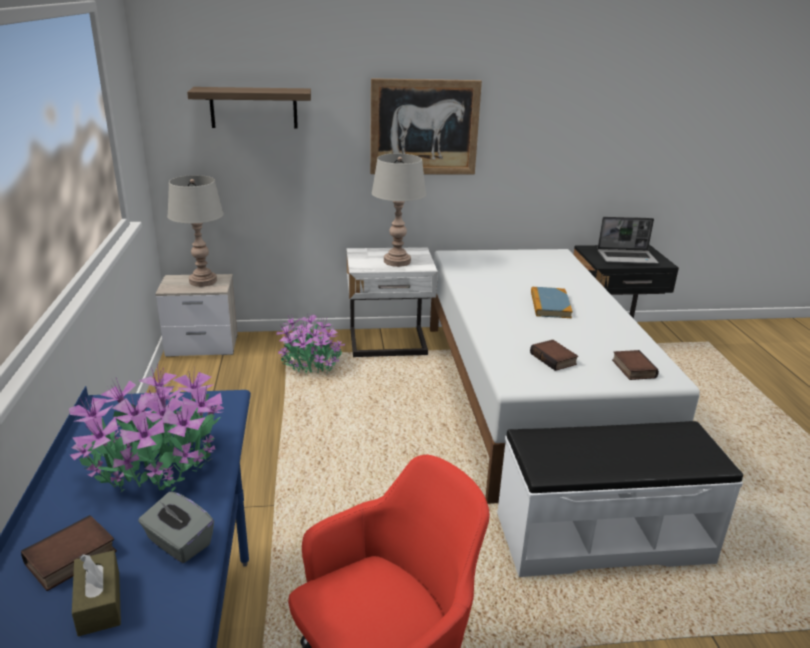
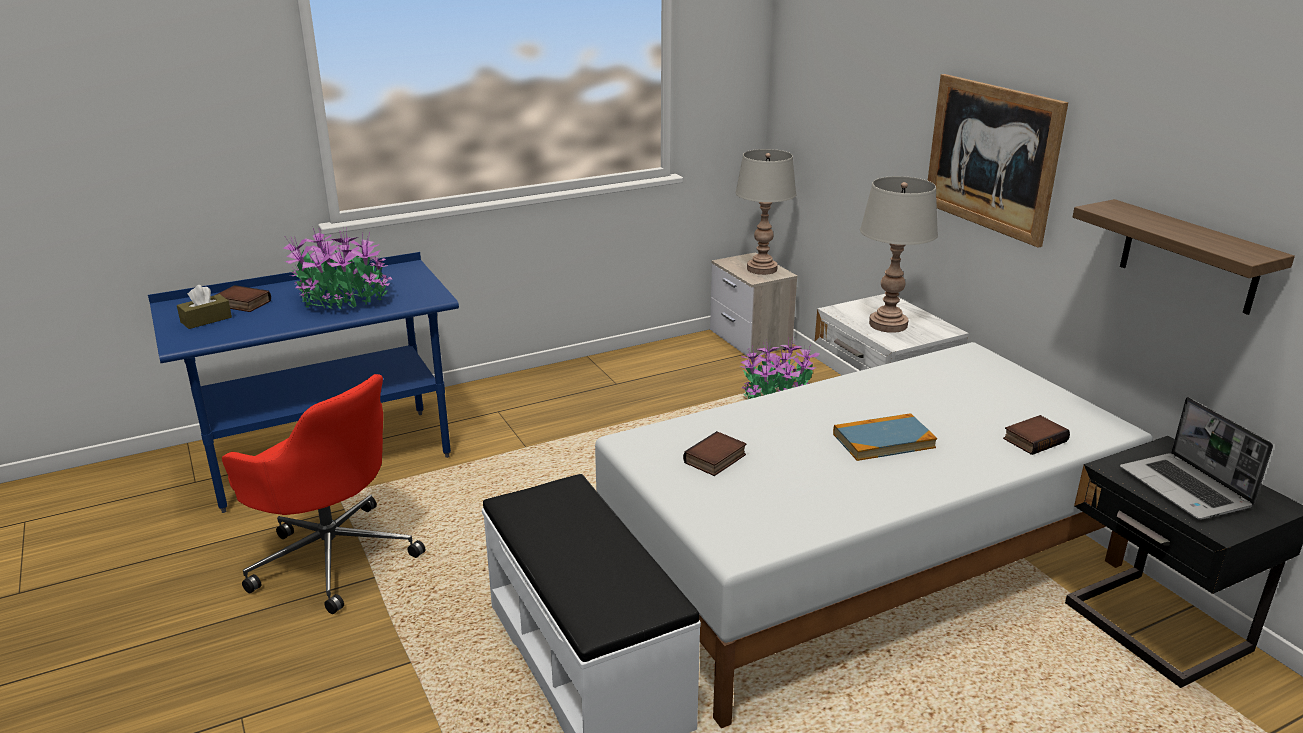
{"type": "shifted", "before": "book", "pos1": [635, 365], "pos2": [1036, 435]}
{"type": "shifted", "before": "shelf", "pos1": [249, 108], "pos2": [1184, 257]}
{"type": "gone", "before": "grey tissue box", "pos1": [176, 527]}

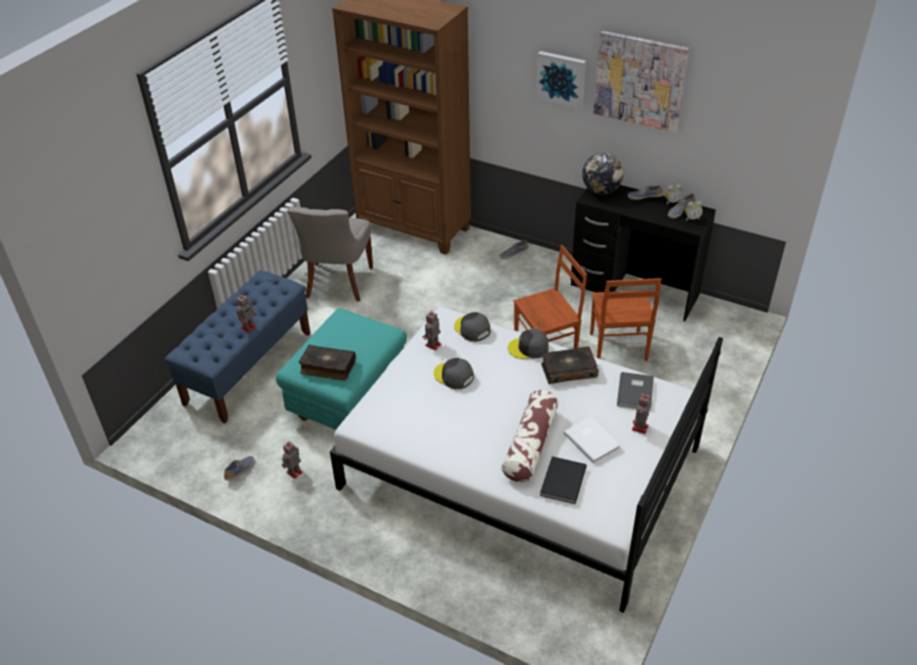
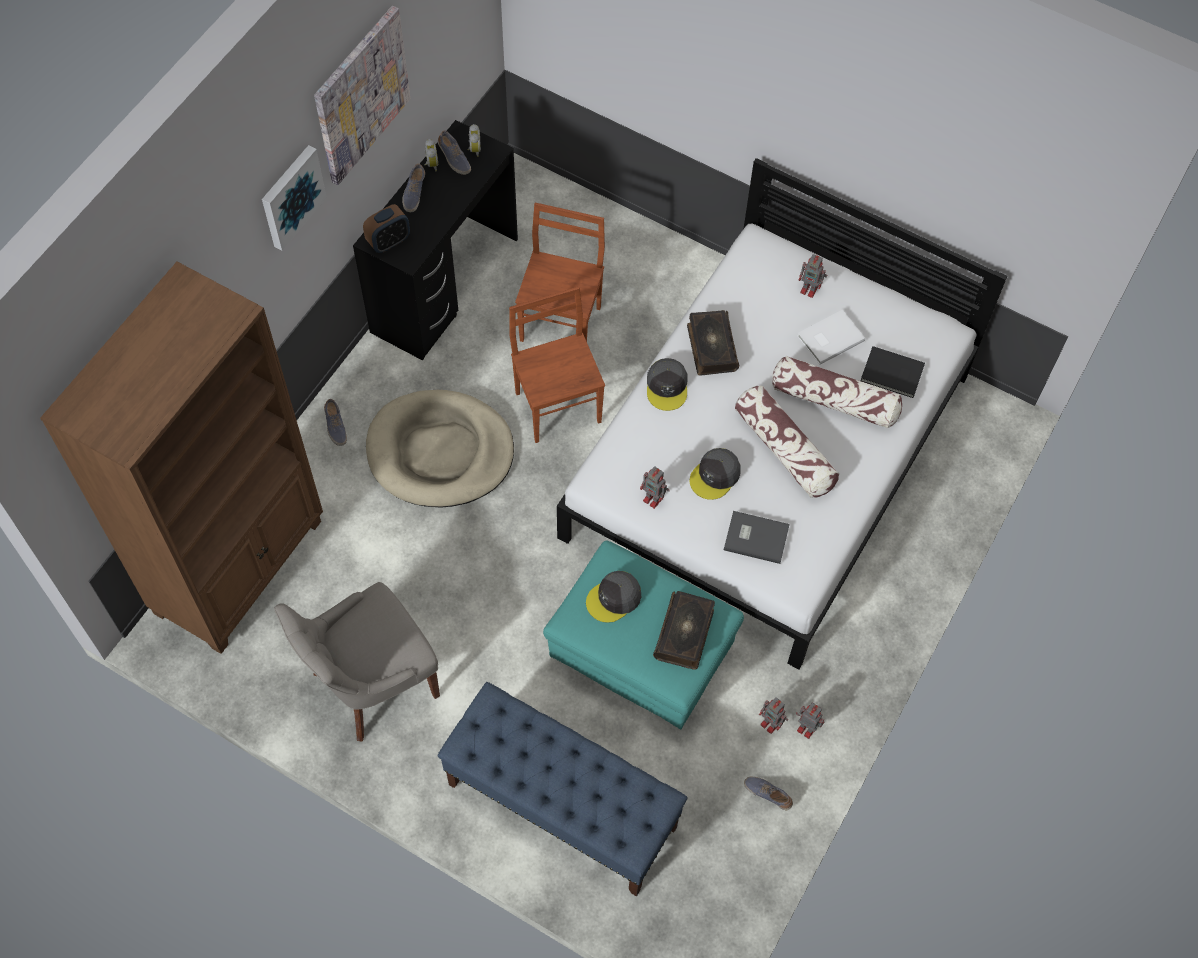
{"type": "rotated", "before": "grey chair", "pos1": [330, 254], "pos2": [357, 662], "turn": 135}
{"type": "swapped", "before": "globe", "after": "alarm clock", "pos1": [603, 173], "pos2": [386, 228]}
{"type": "new", "after": "beige dog bed", "pos2": [440, 449]}
{"type": "rotated", "before": "brown chair", "pos1": [625, 319], "pos2": [560, 272], "turn": -75}
{"type": "shifted", "before": "grey cap", "pos1": [472, 327], "pos2": [613, 597]}
{"type": "shifted", "before": "grey book", "pos1": [635, 391], "pos2": [757, 537]}
{"type": "new", "after": "pillow", "pos2": [787, 442]}
{"type": "shifted", "before": "toy robot", "pos1": [246, 313], "pos2": [810, 720]}

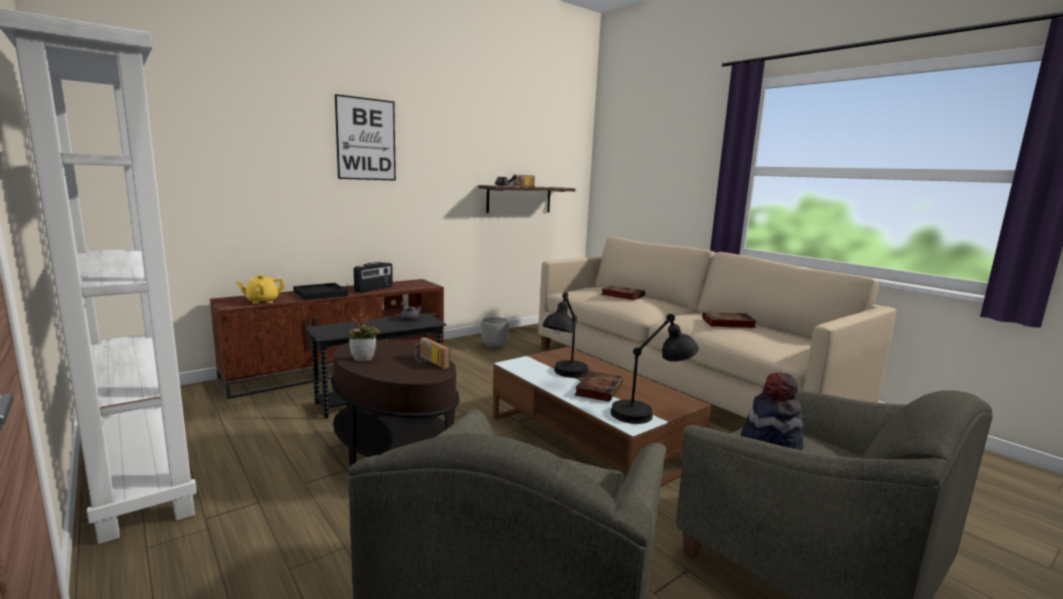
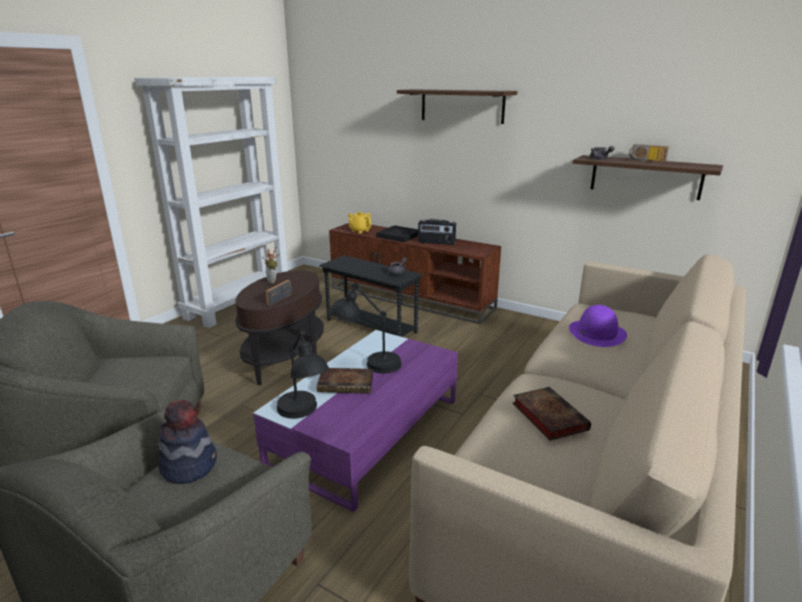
{"type": "repainted", "before": "brown coffee table", "after": "purple coffee table", "pos1": [602, 416], "pos2": [355, 421]}
{"type": "swapped", "before": "picture", "after": "shelf", "pos1": [365, 137], "pos2": [457, 106]}
{"type": "swapped", "before": "book", "after": "purple hat", "pos1": [623, 293], "pos2": [598, 326]}
{"type": "gone", "before": "planter", "pos1": [495, 333]}

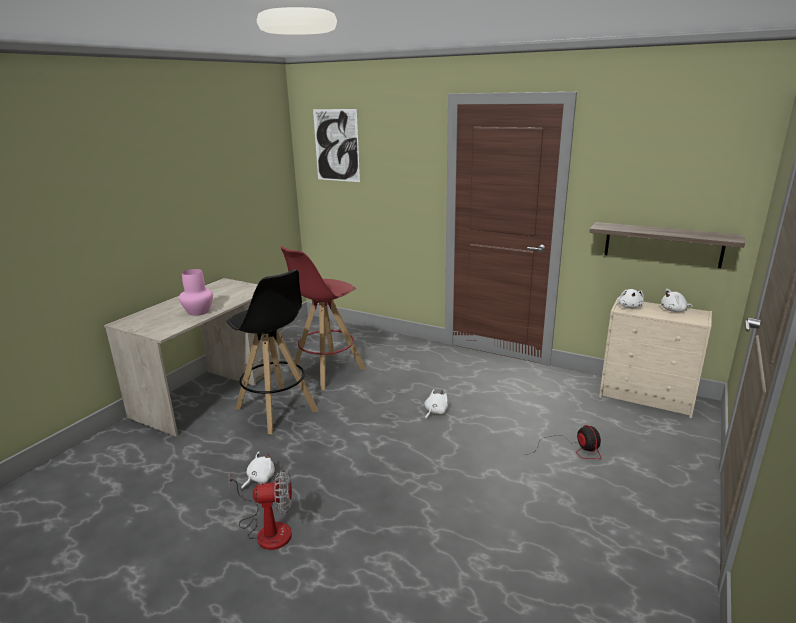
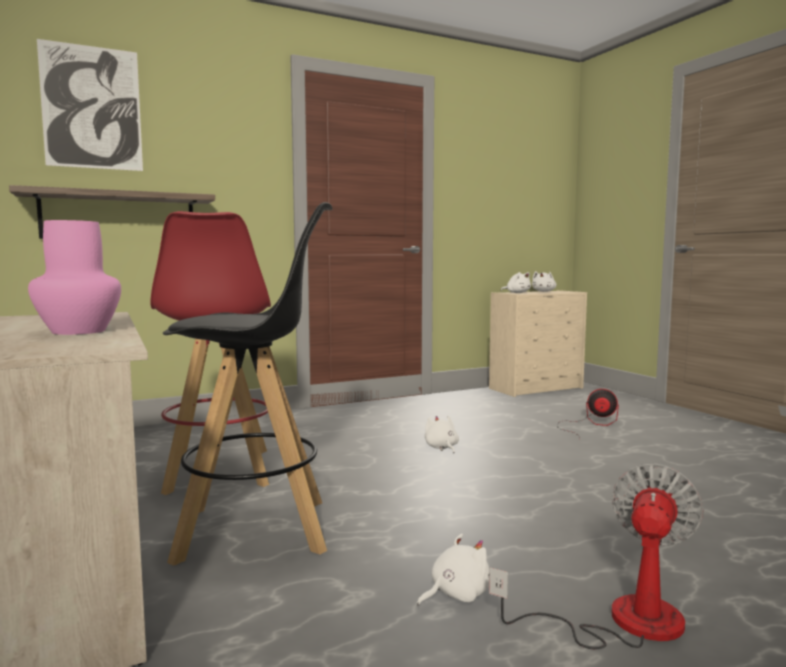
{"type": "shifted", "before": "shelf", "pos1": [667, 245], "pos2": [112, 212]}
{"type": "rotated", "before": "white plush toy", "pos1": [258, 471], "pos2": [453, 570], "turn": 75}

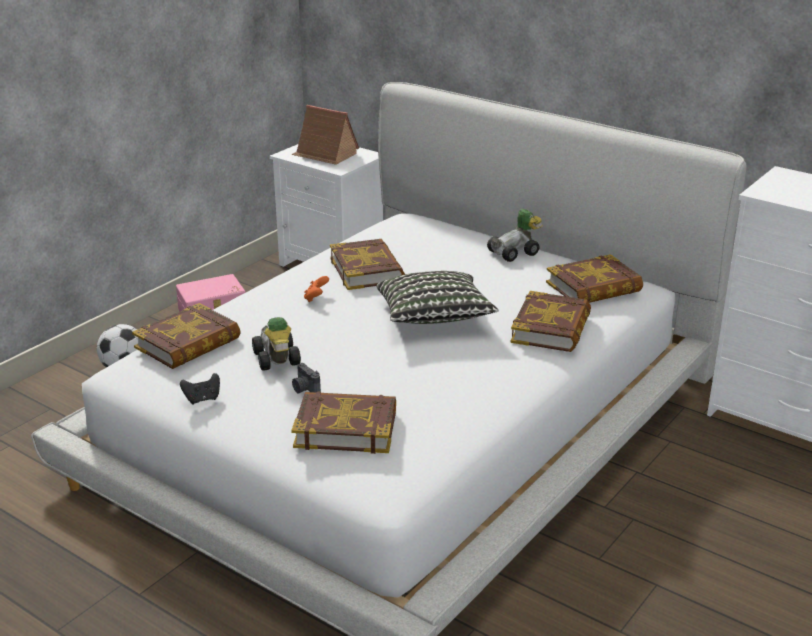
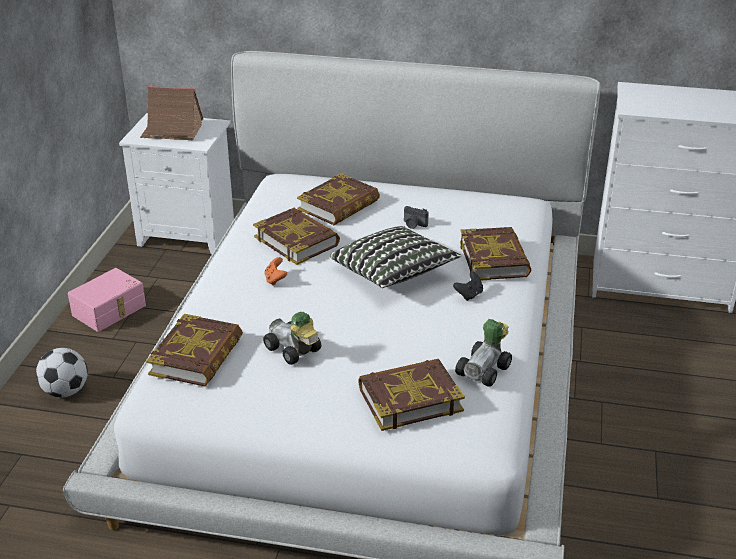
{"type": "shifted", "before": "book", "pos1": [594, 278], "pos2": [338, 199]}
{"type": "shifted", "before": "photo camera", "pos1": [306, 378], "pos2": [416, 217]}
{"type": "shifted", "before": "black game controller", "pos1": [200, 388], "pos2": [468, 286]}
{"type": "shifted", "before": "toy car", "pos1": [515, 235], "pos2": [483, 353]}

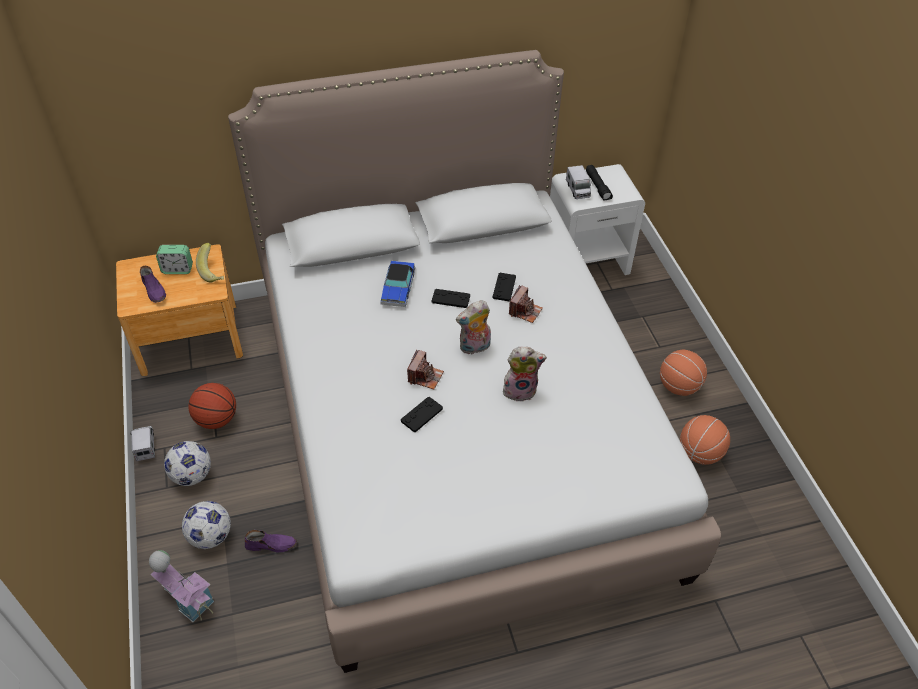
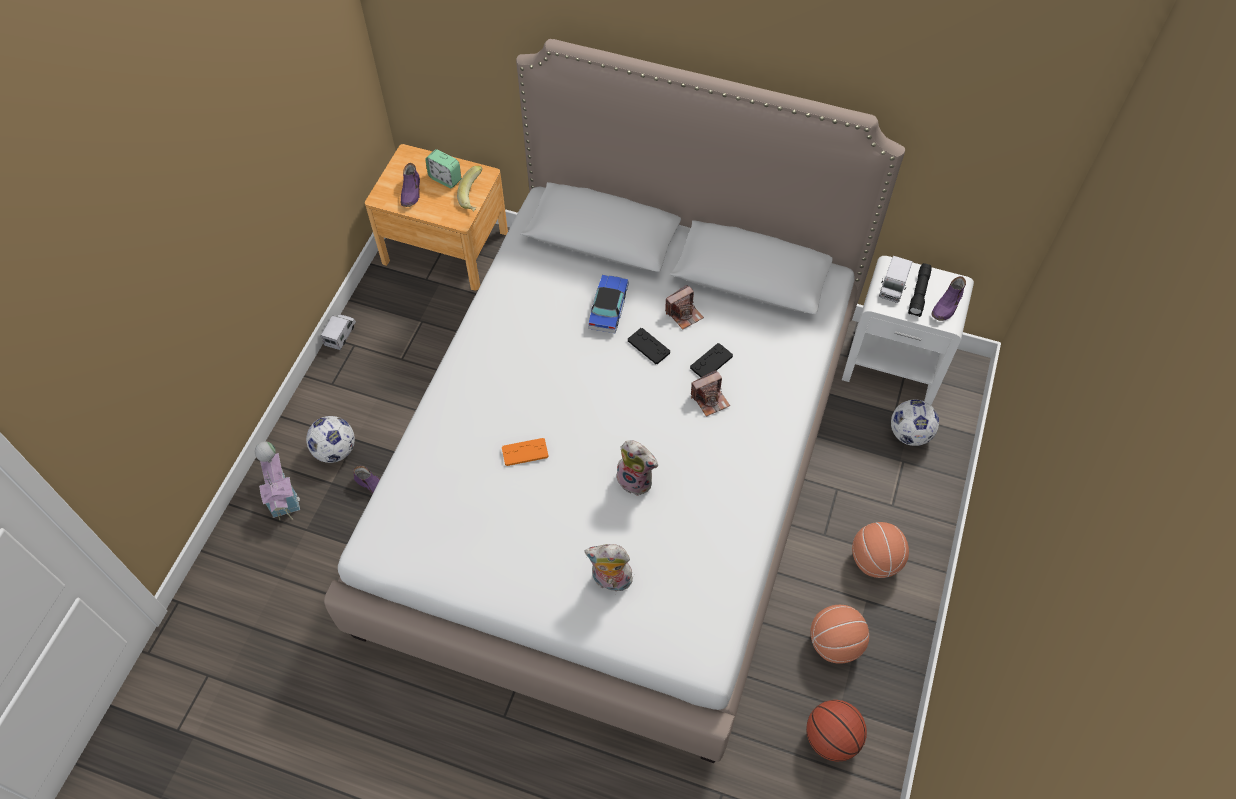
{"type": "repainted", "before": "black game controller", "after": "orange game controller", "pos1": [422, 414], "pos2": [525, 452]}
{"type": "shifted", "before": "plush toy", "pos1": [473, 327], "pos2": [609, 567]}
{"type": "rotated", "before": "toy car", "pos1": [397, 284], "pos2": [608, 304], "turn": 150}
{"type": "shifted", "before": "photo camera", "pos1": [425, 370], "pos2": [684, 307]}
{"type": "shifted", "before": "basketball", "pos1": [212, 406], "pos2": [836, 730]}
{"type": "shifted", "before": "football", "pos1": [187, 463], "pos2": [915, 422]}
{"type": "new", "after": "purple shoe", "pos2": [949, 298]}

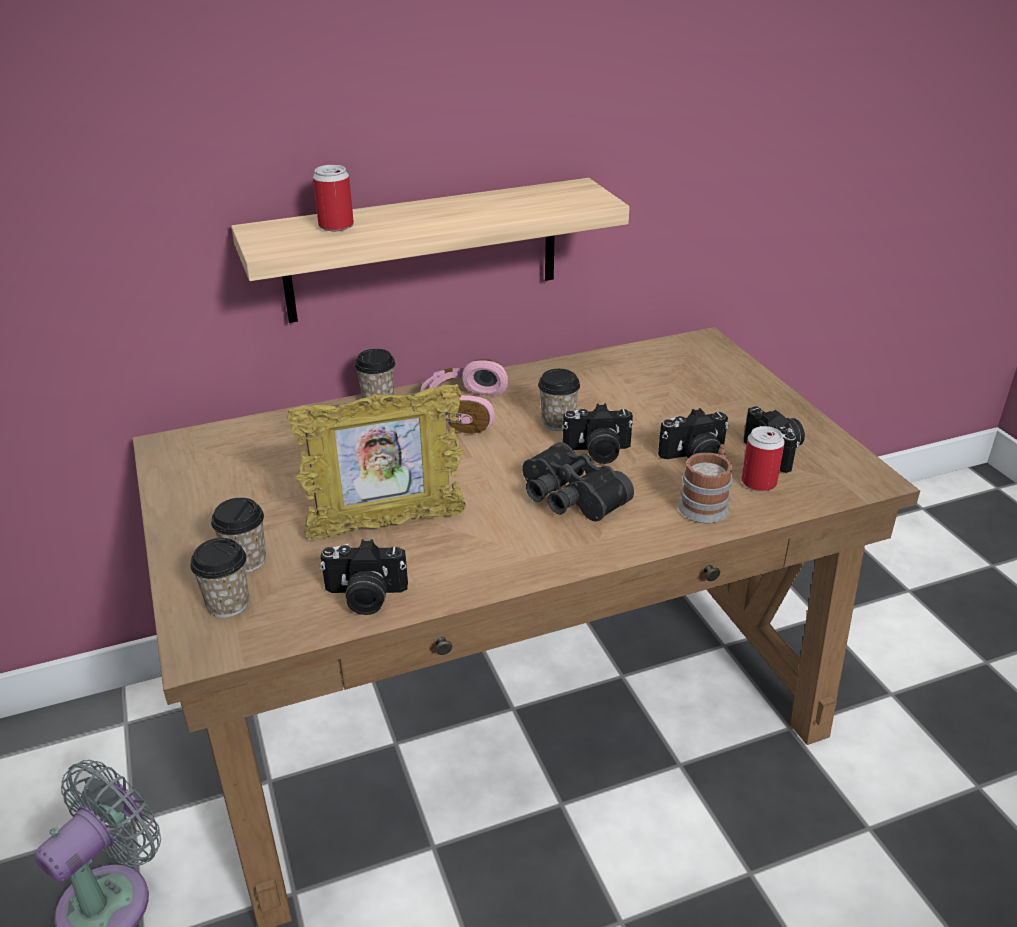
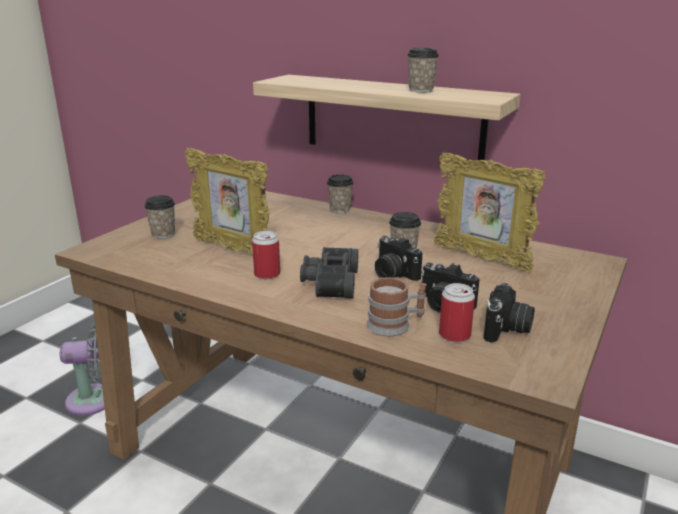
{"type": "shifted", "before": "can", "pos1": [333, 198], "pos2": [266, 255]}
{"type": "shifted", "before": "cup", "pos1": [219, 578], "pos2": [423, 70]}
{"type": "new", "after": "picture frame", "pos2": [490, 212]}
{"type": "gone", "before": "photo camera", "pos1": [364, 577]}
{"type": "gone", "before": "pink headphones", "pos1": [464, 396]}

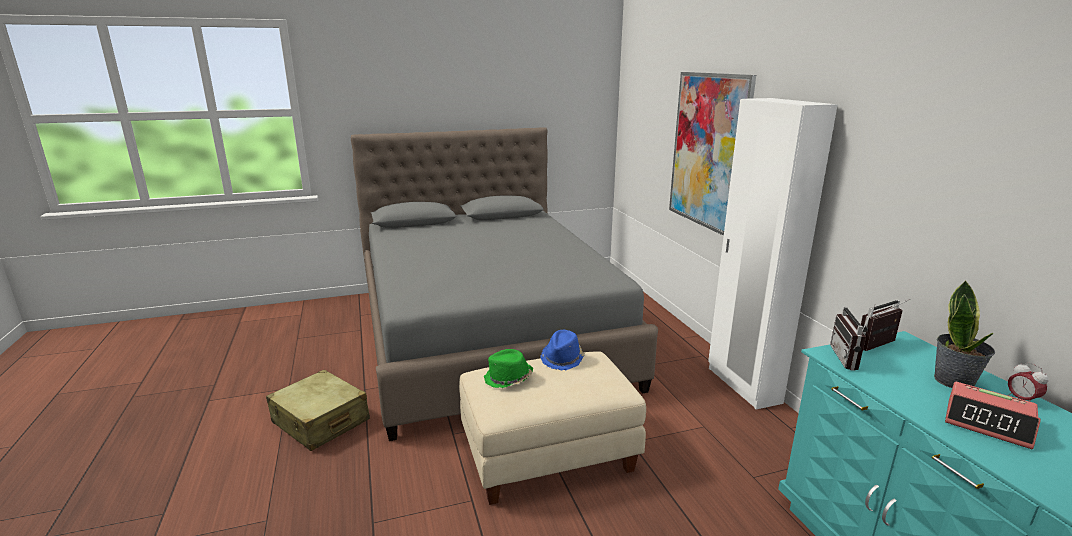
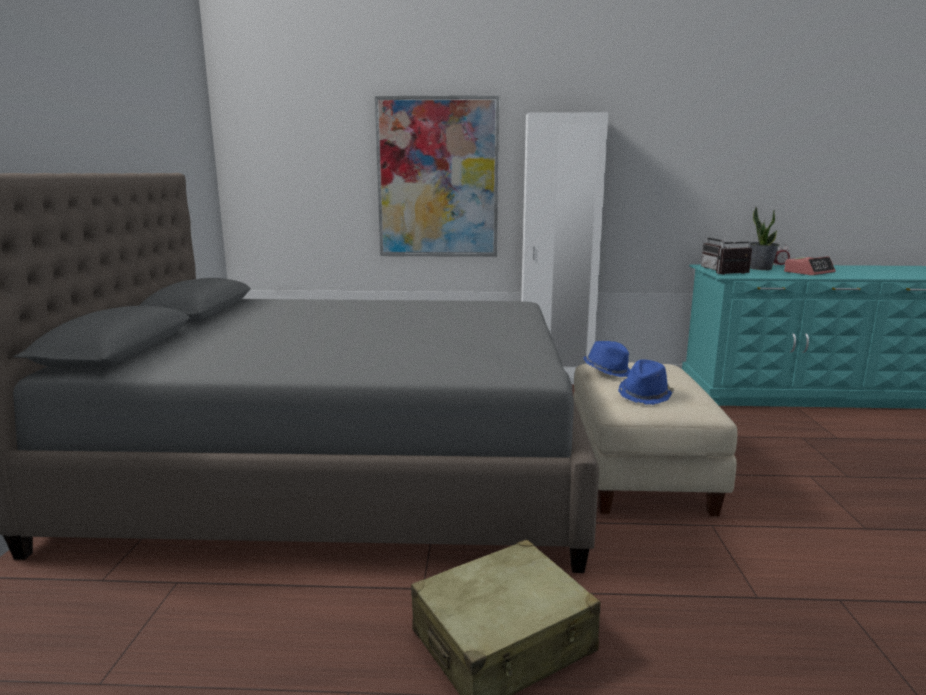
{"type": "repainted", "before": "green hat", "after": "blue hat", "pos1": [508, 368], "pos2": [646, 382]}
{"type": "rotated", "before": "radio", "pos1": [853, 337], "pos2": [734, 254], "turn": 135}

